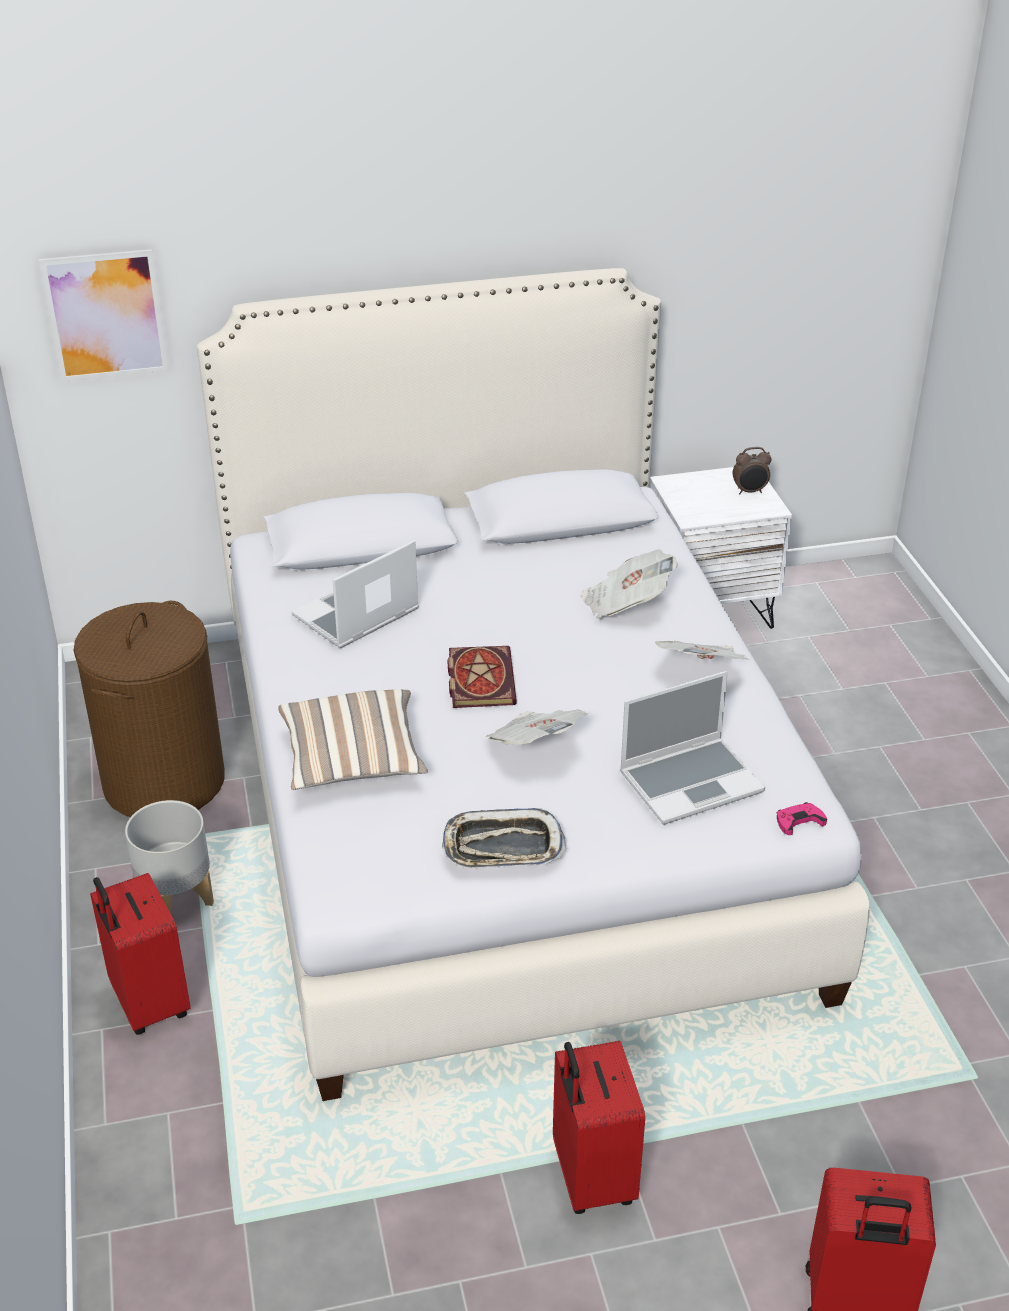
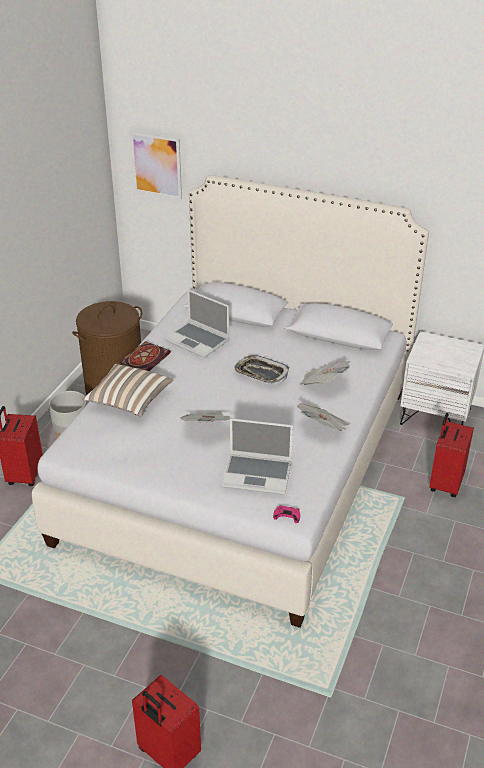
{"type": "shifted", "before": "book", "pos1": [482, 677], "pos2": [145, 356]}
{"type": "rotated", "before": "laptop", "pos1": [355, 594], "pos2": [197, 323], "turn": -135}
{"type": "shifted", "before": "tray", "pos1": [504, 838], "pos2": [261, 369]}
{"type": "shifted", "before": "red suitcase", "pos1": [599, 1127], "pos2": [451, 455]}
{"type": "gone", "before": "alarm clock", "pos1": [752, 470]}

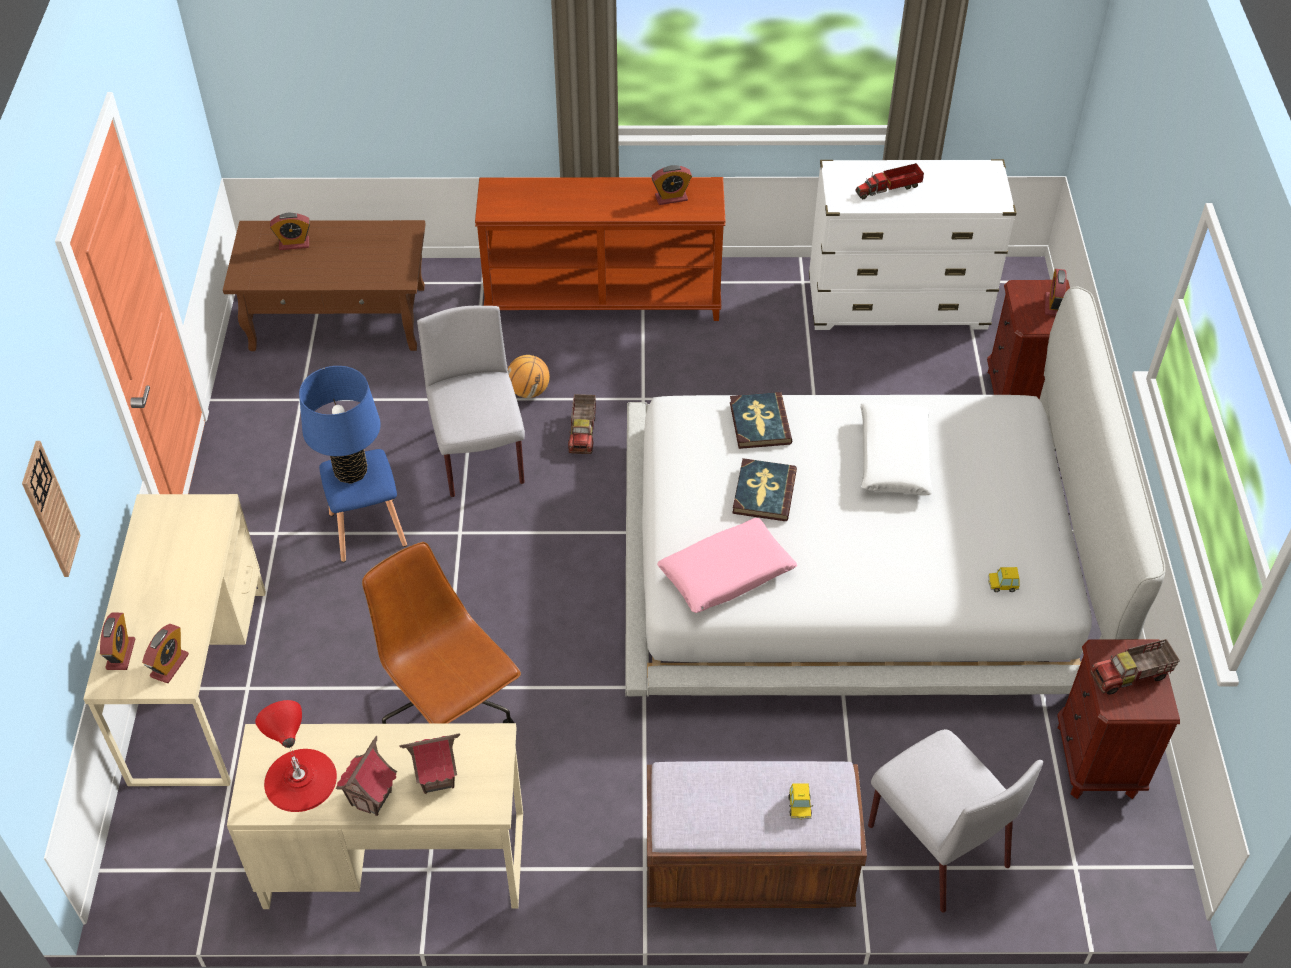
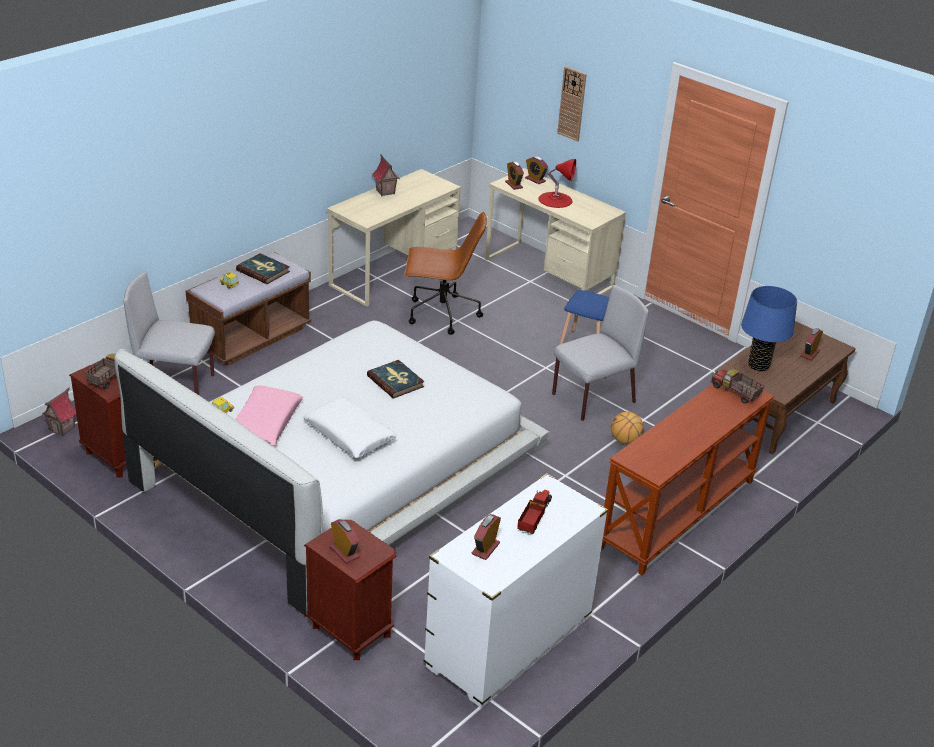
{"type": "shifted", "before": "toy house", "pos1": [429, 763], "pos2": [59, 411]}
{"type": "shifted", "before": "pink pillow", "pos1": [727, 565], "pos2": [269, 416]}
{"type": "shifted", "before": "book", "pos1": [761, 420], "pos2": [263, 268]}
{"type": "shifted", "before": "alarm clock", "pos1": [672, 185], "pos2": [486, 537]}
{"type": "shifted", "before": "red table lamp", "pos1": [296, 756], "pos2": [557, 183]}
{"type": "rotated", "before": "grey chair", "pos1": [471, 401], "pos2": [600, 353], "turn": -60}
{"type": "shifted", "before": "toy truck", "pos1": [582, 424], "pos2": [738, 386]}
{"type": "shifted", "before": "blue table lamp", "pos1": [340, 425], "pos2": [769, 329]}

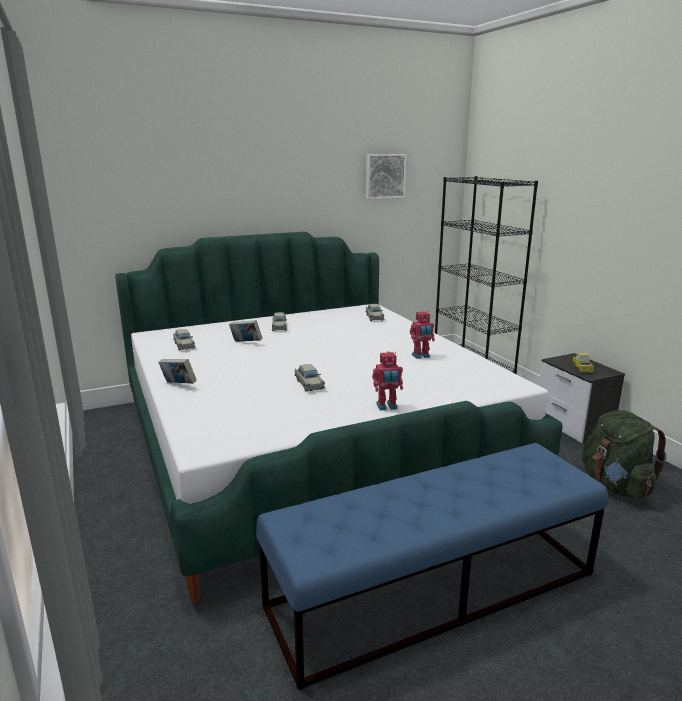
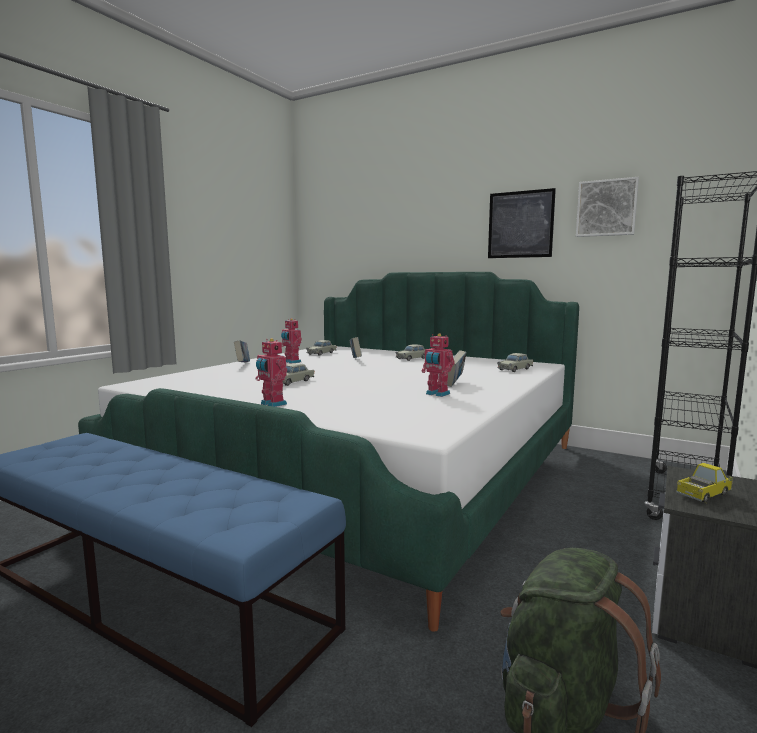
{"type": "new", "after": "toy robot", "pos2": [291, 340]}
{"type": "new", "after": "book", "pos2": [456, 368]}
{"type": "new", "after": "picture", "pos2": [522, 223]}

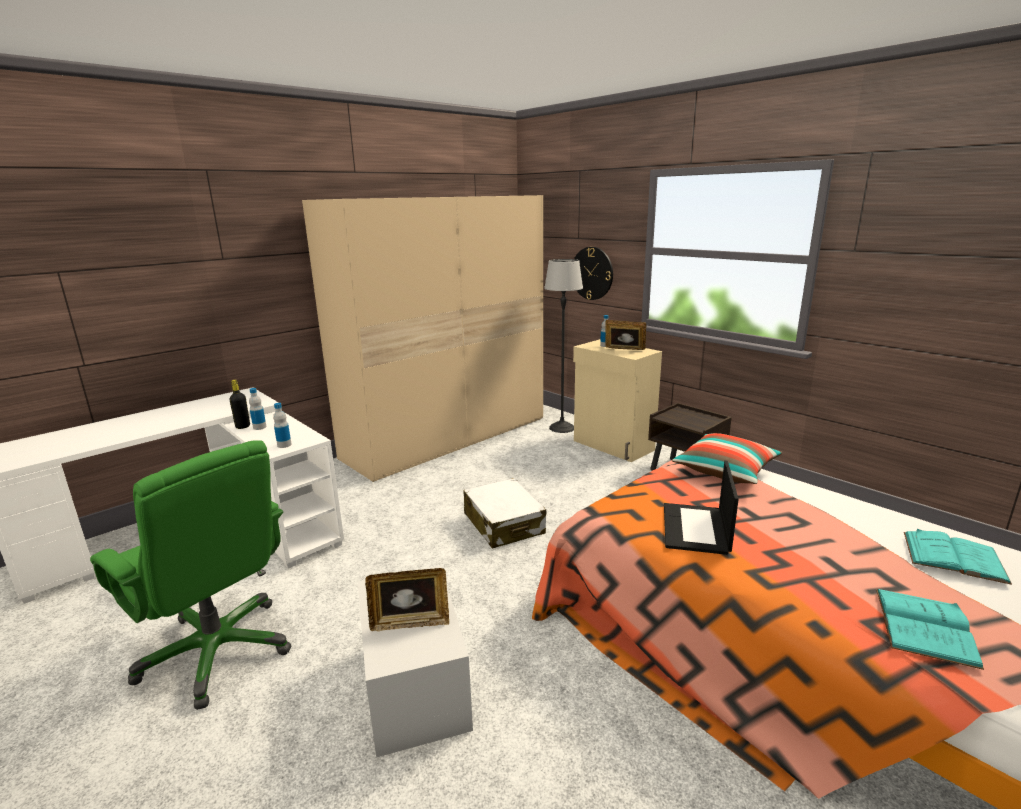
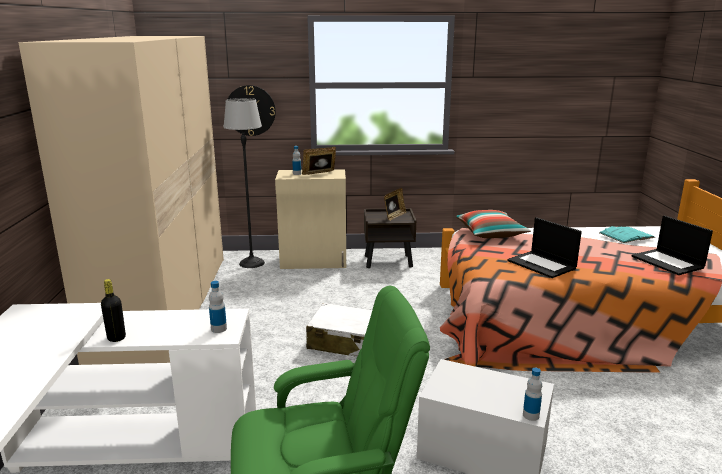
{"type": "shifted", "before": "picture frame", "pos1": [407, 599], "pos2": [395, 204]}
{"type": "shifted", "before": "bottle", "pos1": [258, 409], "pos2": [532, 394]}
{"type": "swapped", "before": "turquoise book", "after": "laptop", "pos1": [930, 629], "pos2": [672, 245]}

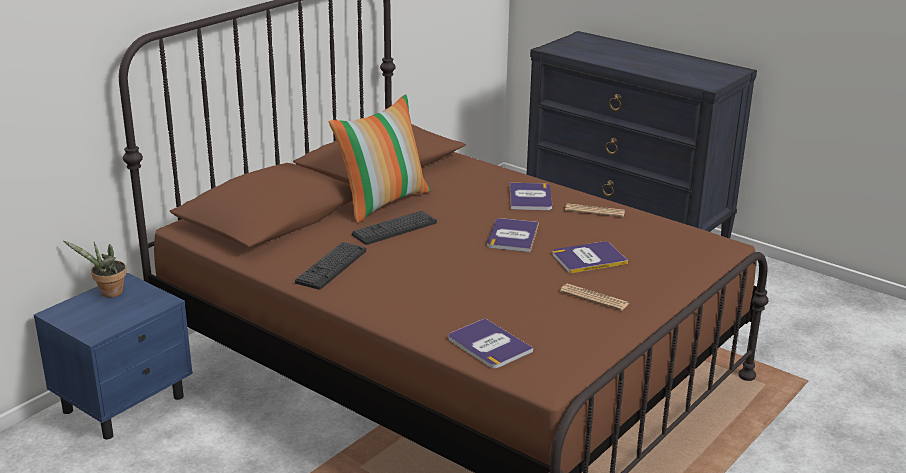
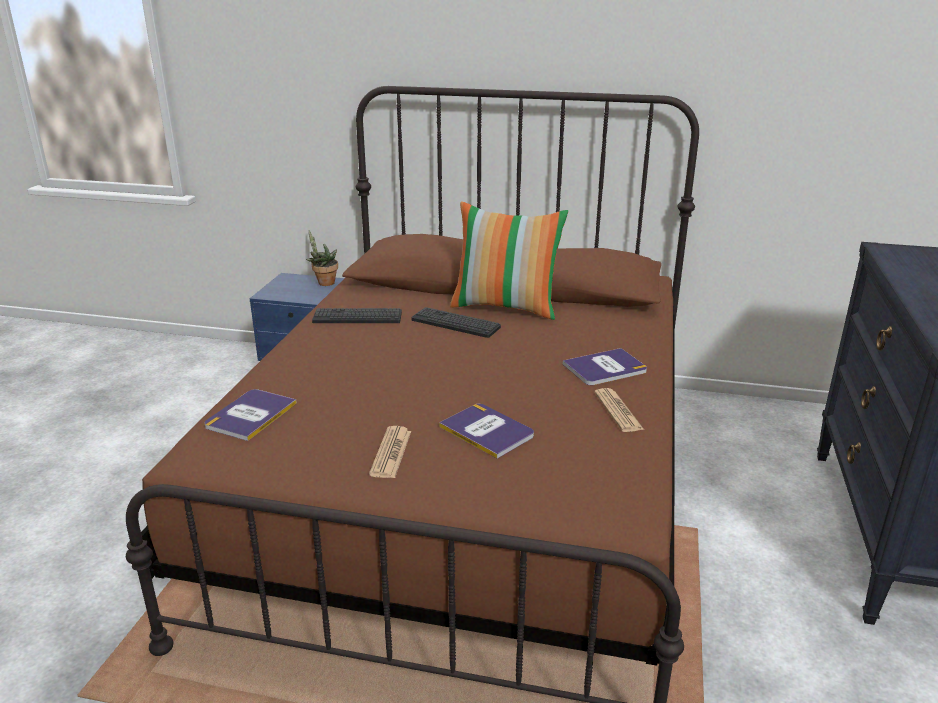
{"type": "gone", "before": "book", "pos1": [513, 235]}

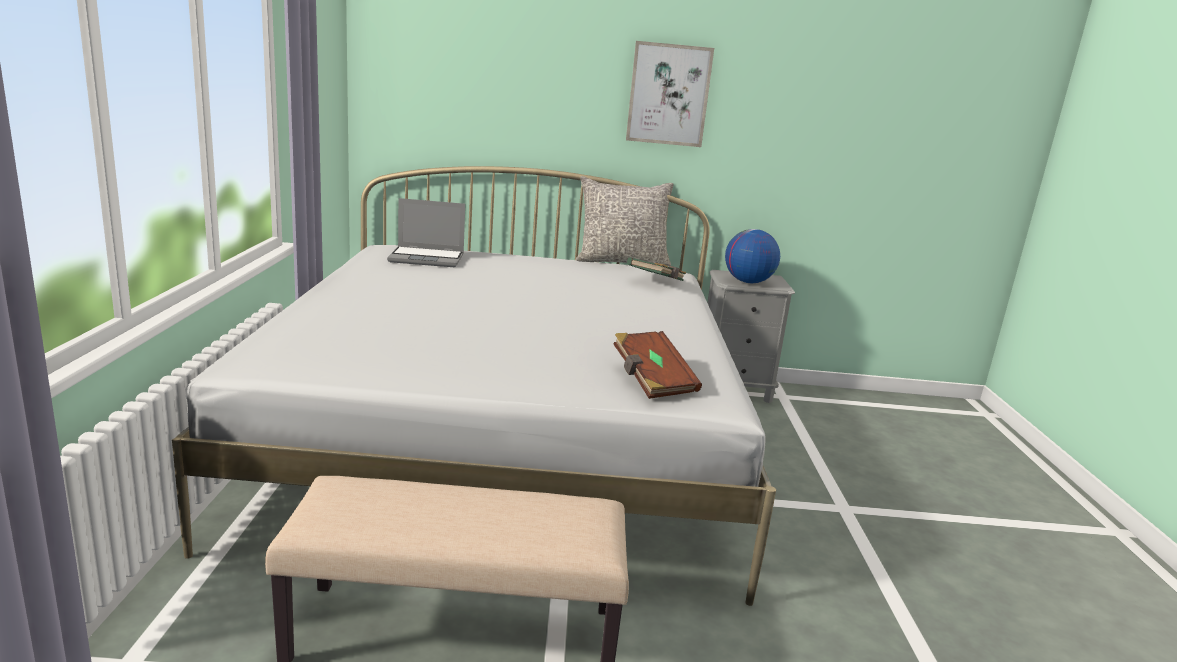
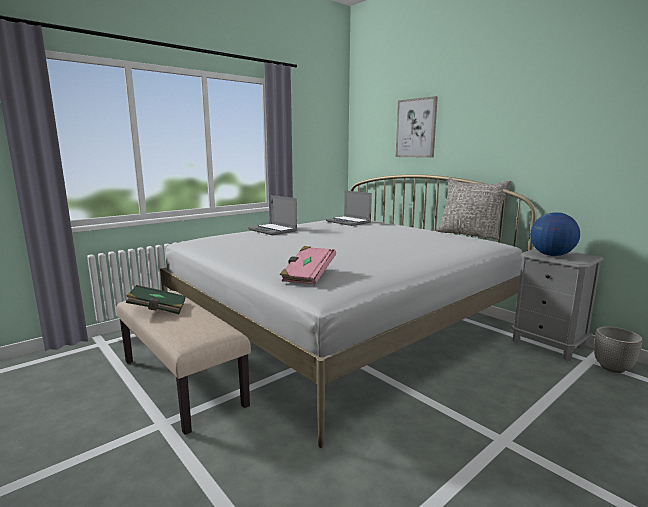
{"type": "shifted", "before": "green book", "pos1": [656, 269], "pos2": [156, 299]}
{"type": "new", "after": "laptop", "pos2": [272, 215]}
{"type": "repainted", "before": "brown book", "after": "pink book", "pos1": [658, 365], "pos2": [308, 265]}
{"type": "shifted", "before": "picture", "pos1": [670, 94], "pos2": [417, 127]}
{"type": "new", "after": "planter", "pos2": [618, 349]}

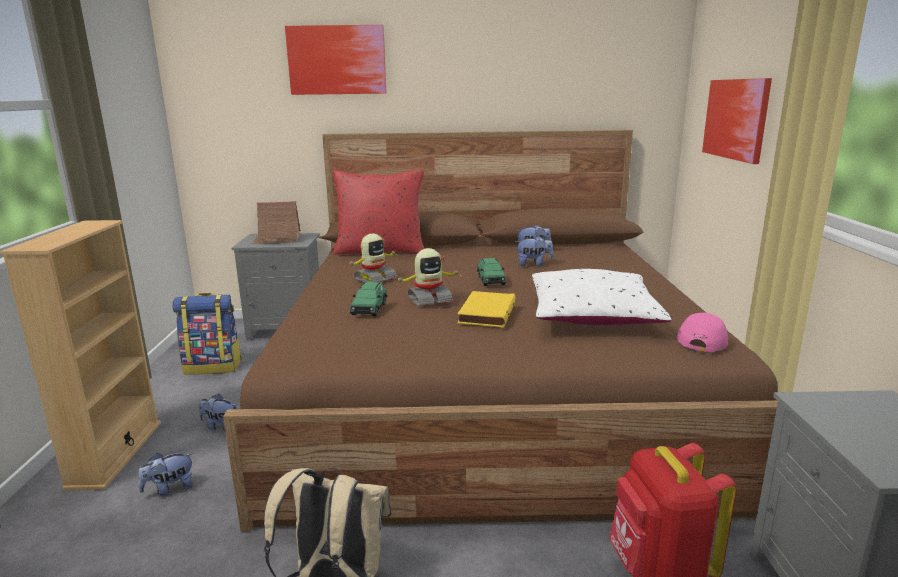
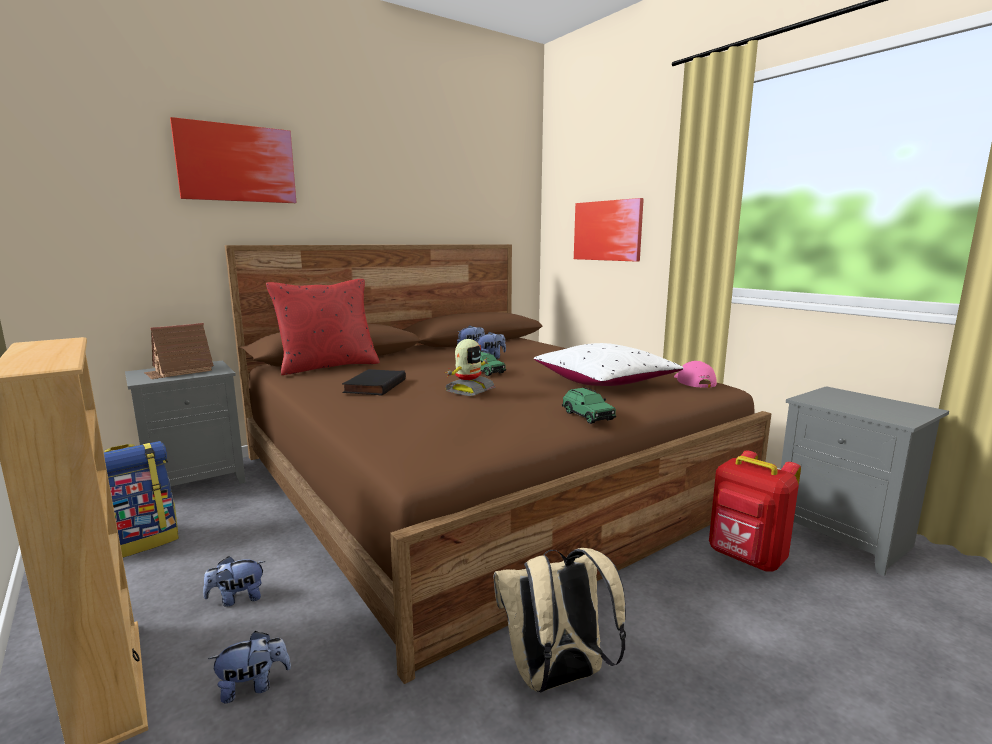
{"type": "rotated", "before": "plush toy", "pos1": [165, 475], "pos2": [249, 667], "turn": -135}
{"type": "swapped", "before": "toy robot", "after": "black book", "pos1": [373, 257], "pos2": [374, 382]}
{"type": "shifted", "before": "green toy car", "pos1": [368, 299], "pos2": [589, 406]}
{"type": "gone", "before": "yellow book", "pos1": [486, 309]}

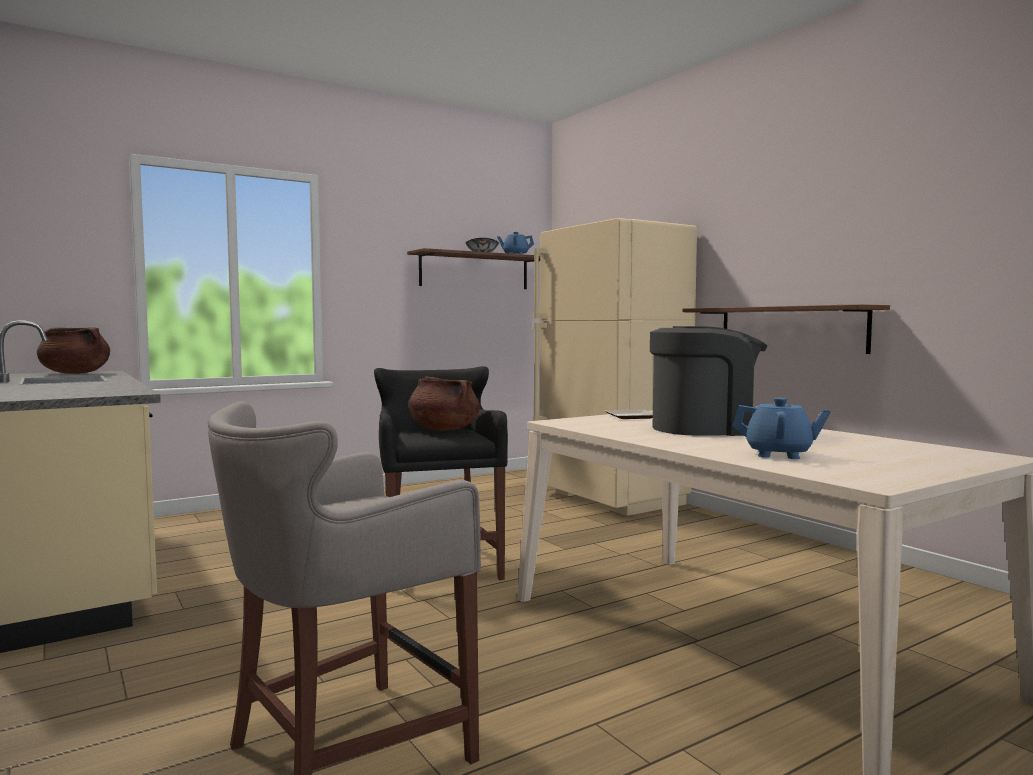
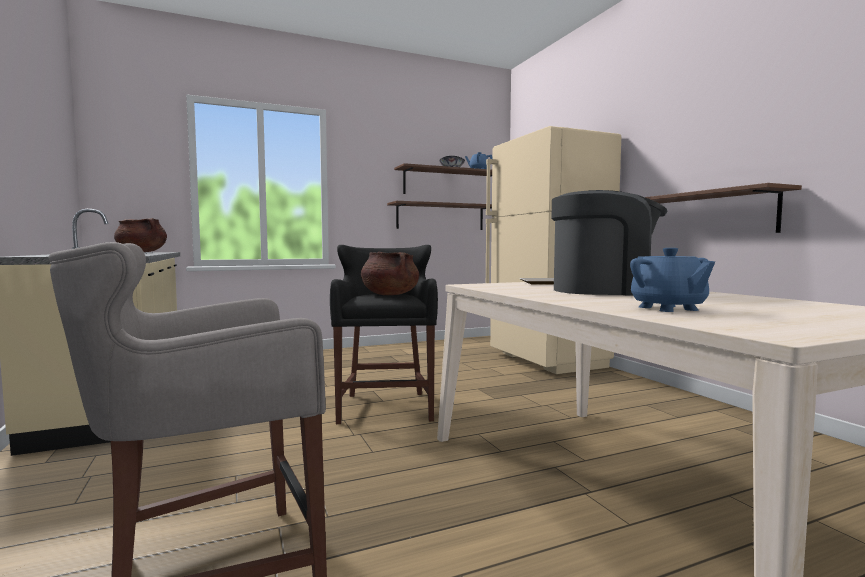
{"type": "new", "after": "brown shelf", "pos2": [439, 215]}
{"type": "rotated", "before": "blue teapot", "pos1": [782, 428], "pos2": [672, 280], "turn": 45}

